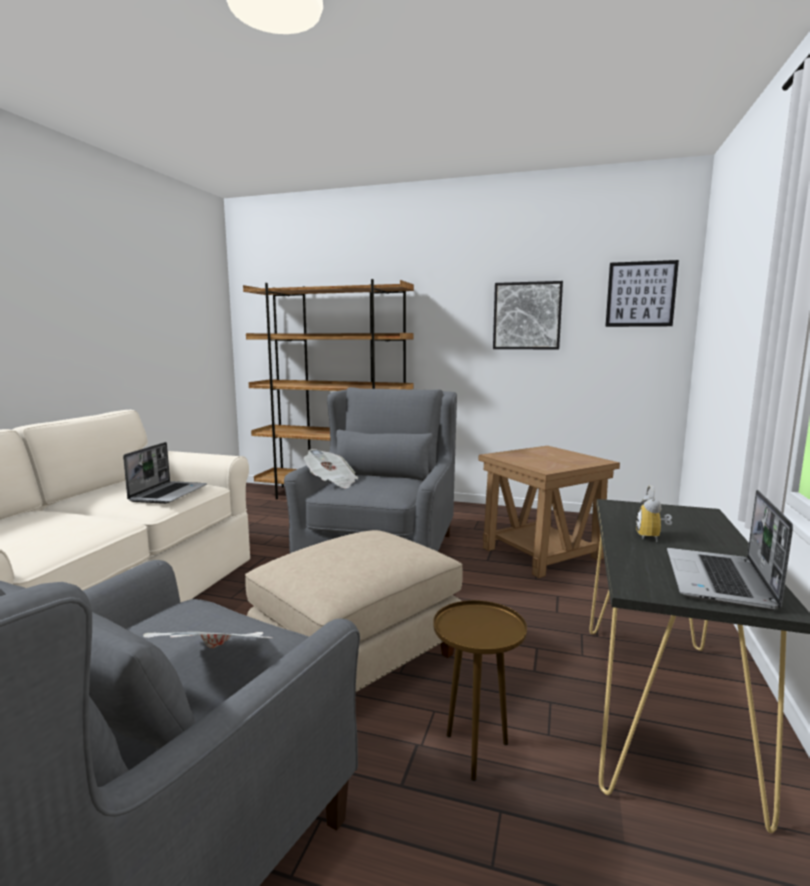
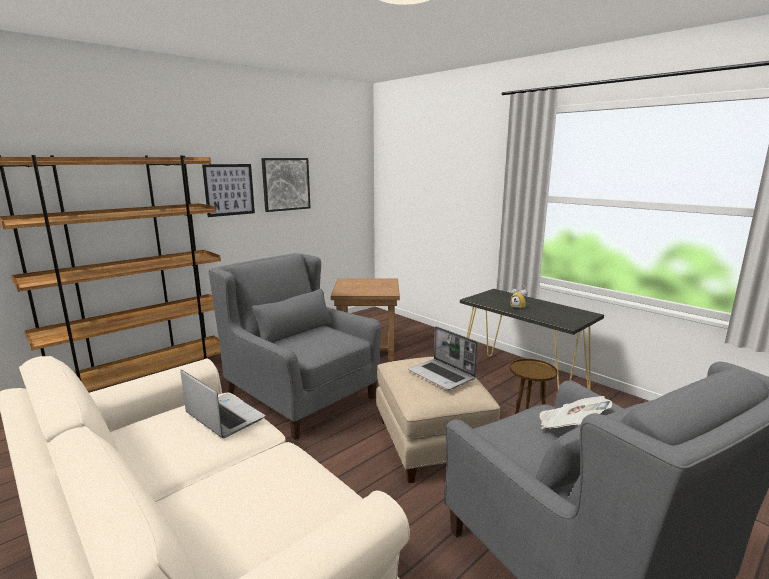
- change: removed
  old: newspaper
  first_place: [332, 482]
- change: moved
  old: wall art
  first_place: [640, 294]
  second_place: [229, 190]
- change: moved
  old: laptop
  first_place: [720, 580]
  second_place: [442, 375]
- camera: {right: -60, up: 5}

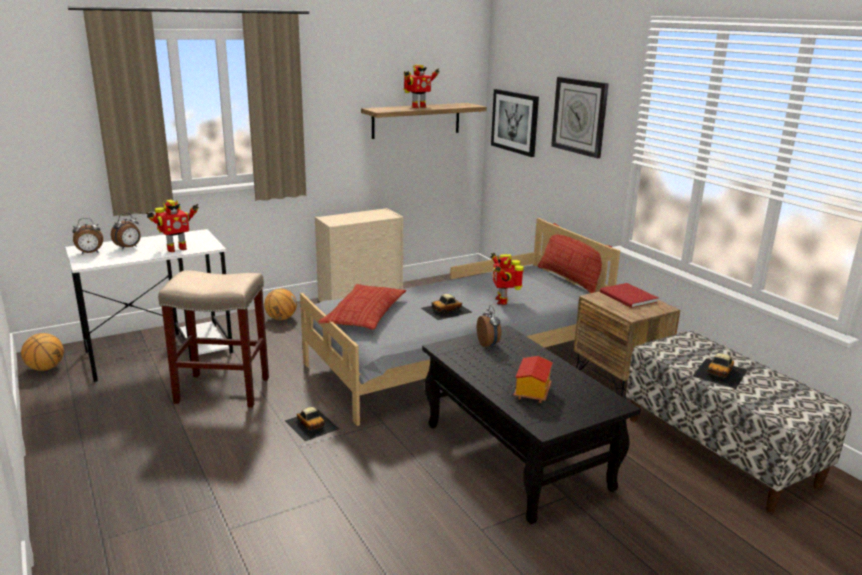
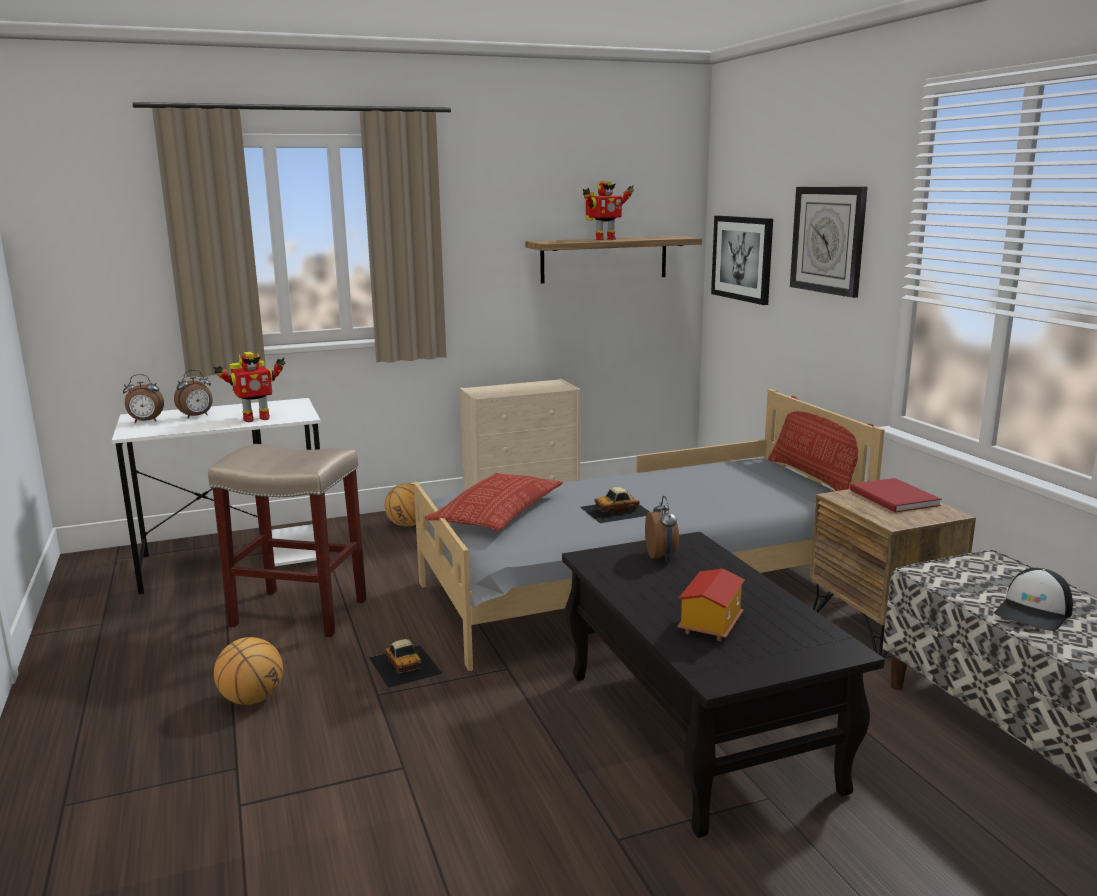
- change: removed
  old: robot figure
  first_place: [503, 301]
- change: moved
  old: ball for basketball
  first_place: [45, 368]
  second_place: [251, 699]
- change: replaced
  old: toy car
  new: cap
  first_place: [720, 373]
  second_place: [1034, 612]
- camera: {right: 10, up: -5}

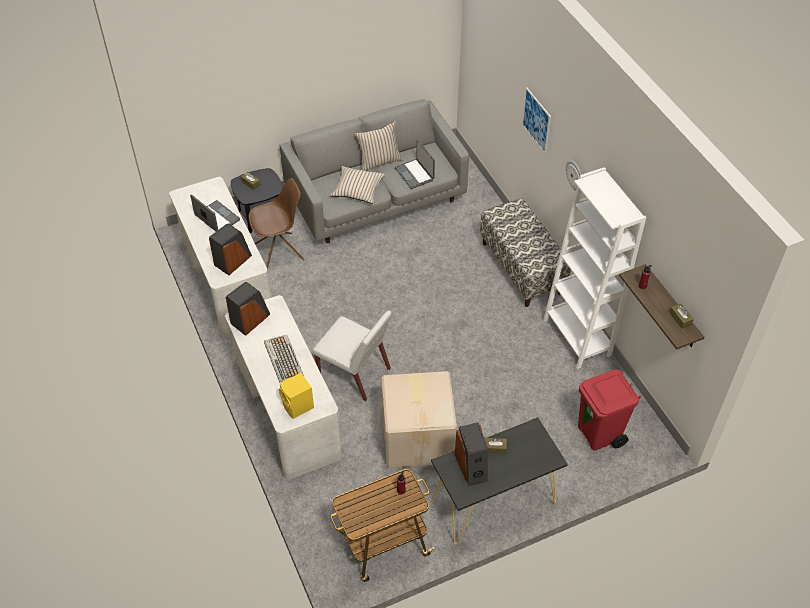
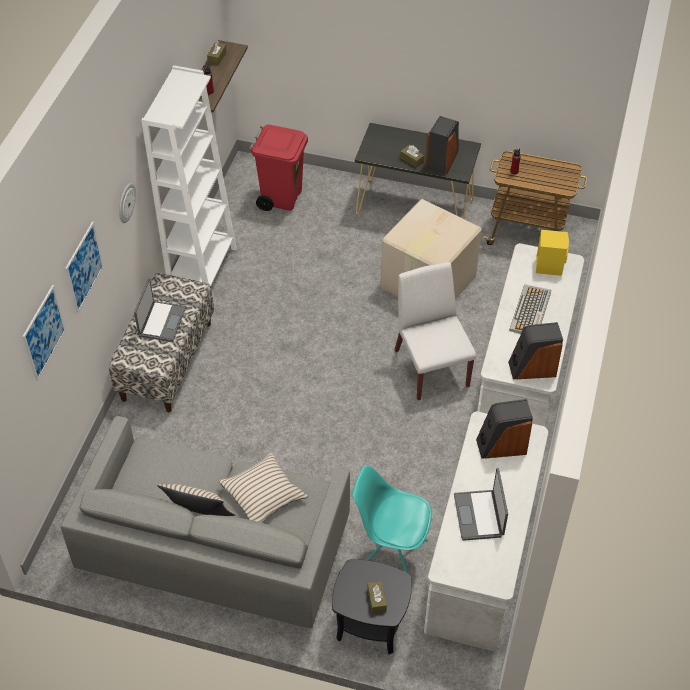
- change: added
  new: wall art
  second_place: [44, 333]
- change: moved
  old: laptop
  first_place: [415, 174]
  second_place: [161, 322]
- change: recoloured
  old: plain chair (brown)
  new: plain chair (turquoise)
  first_place: [280, 251]
  second_place: [390, 555]
- camera: {right: -140, up: 0}

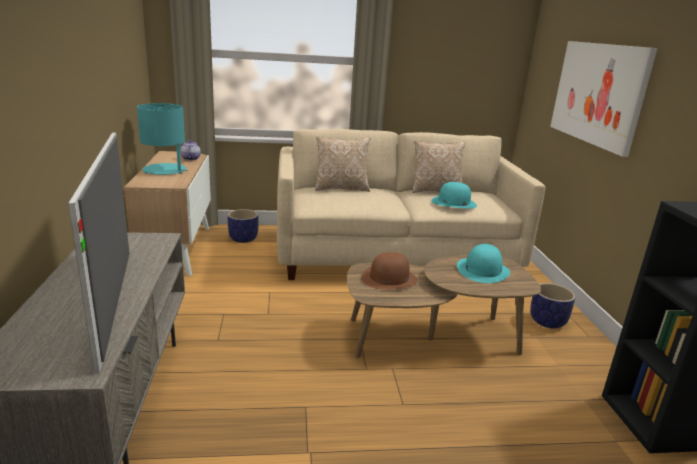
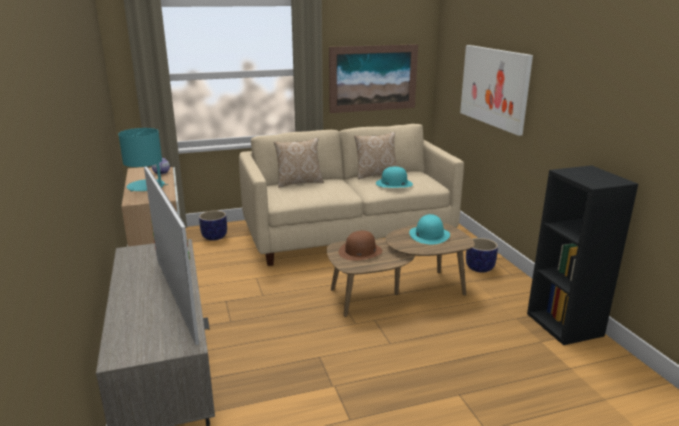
- change: added
  new: wall art
  second_place: [373, 78]
- camera: {right: -10, up: 0}

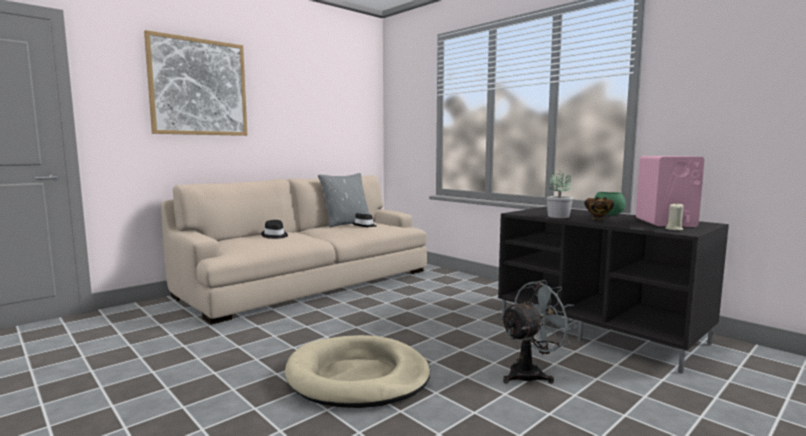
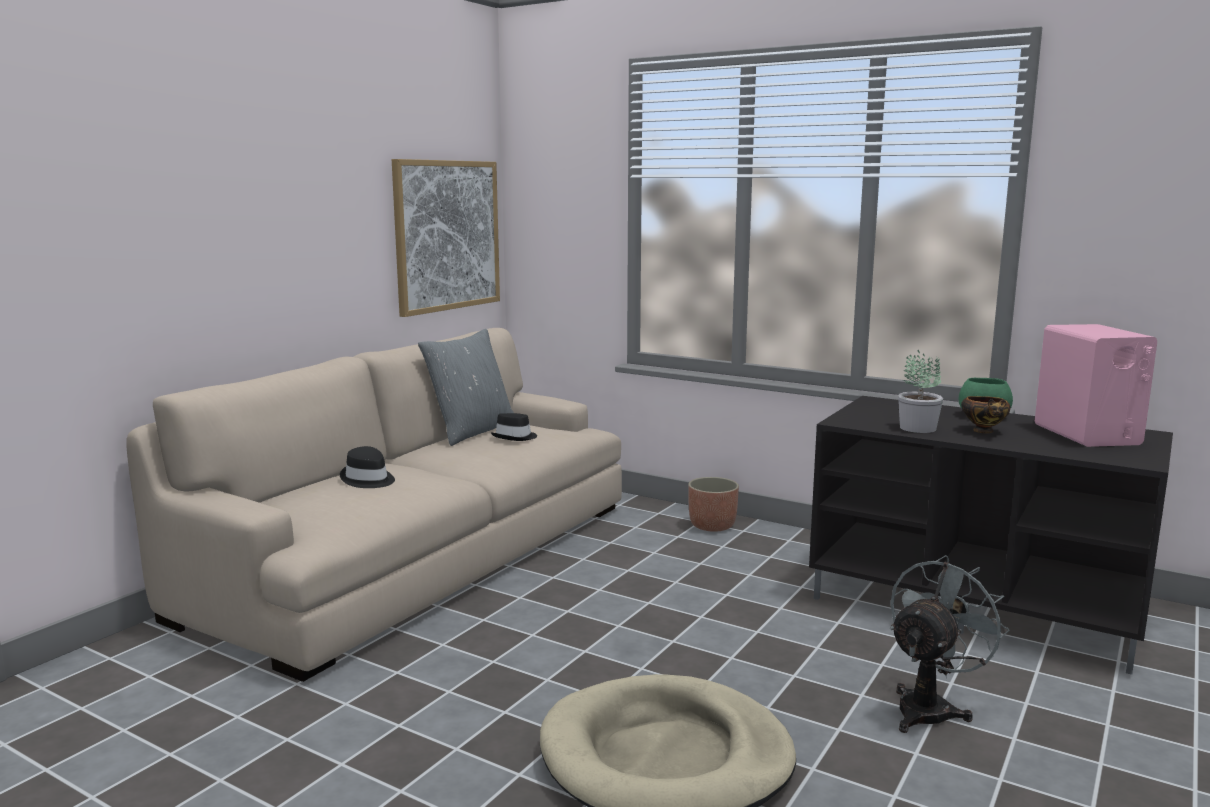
- change: removed
  old: wax light (beige)
  first_place: [674, 229]
- change: added
  new: planter
  second_place: [712, 526]
- change: moved
  old: wall art
  first_place: [198, 87]
  second_place: [447, 235]
- camera: {right: -15, up: 5}

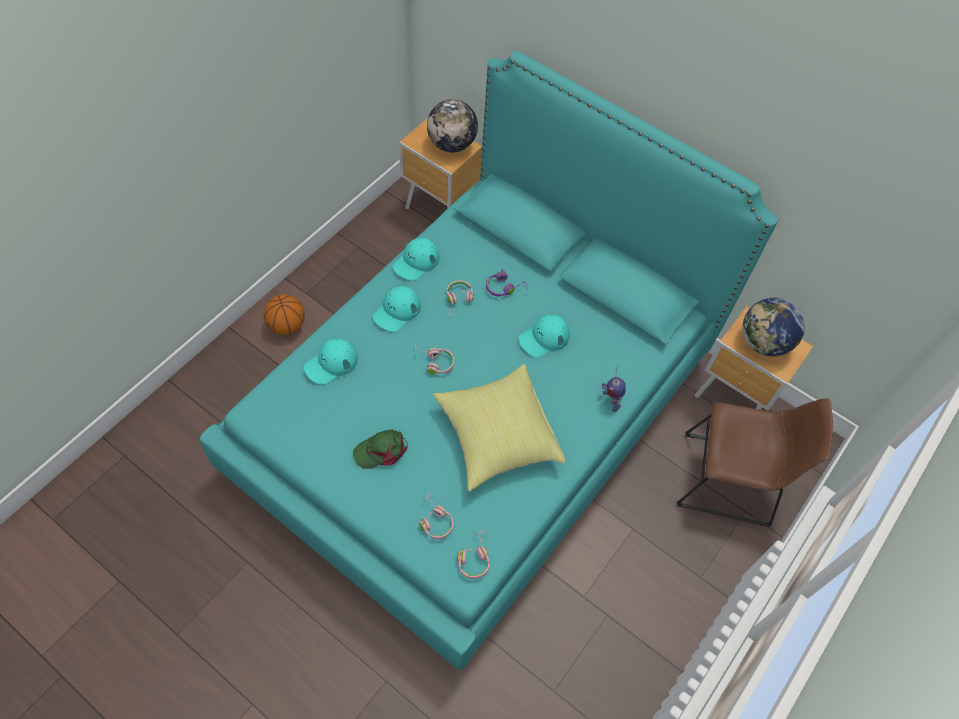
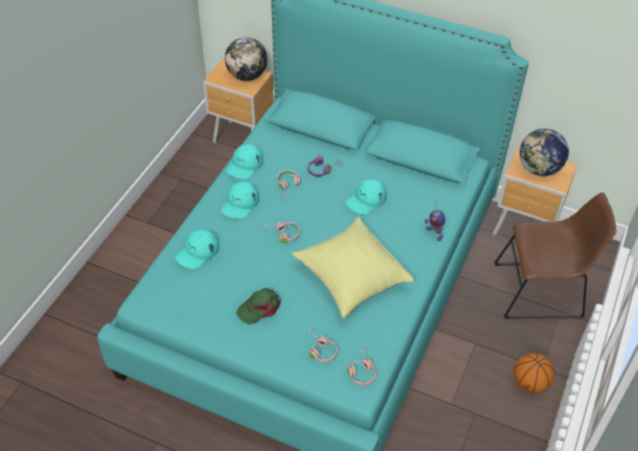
- change: moved
  old: ball for basketball
  first_place: [287, 326]
  second_place: [530, 383]
- camera: {right: -10, up: -10}

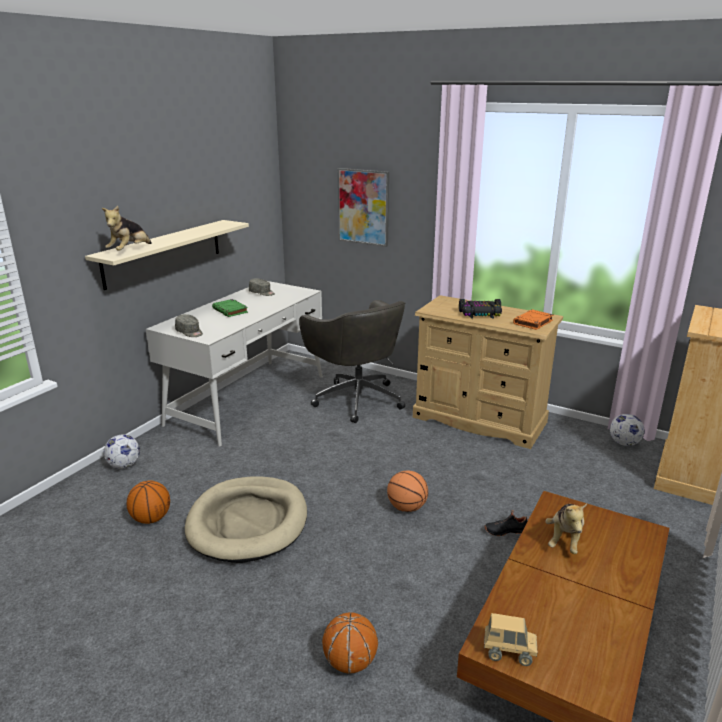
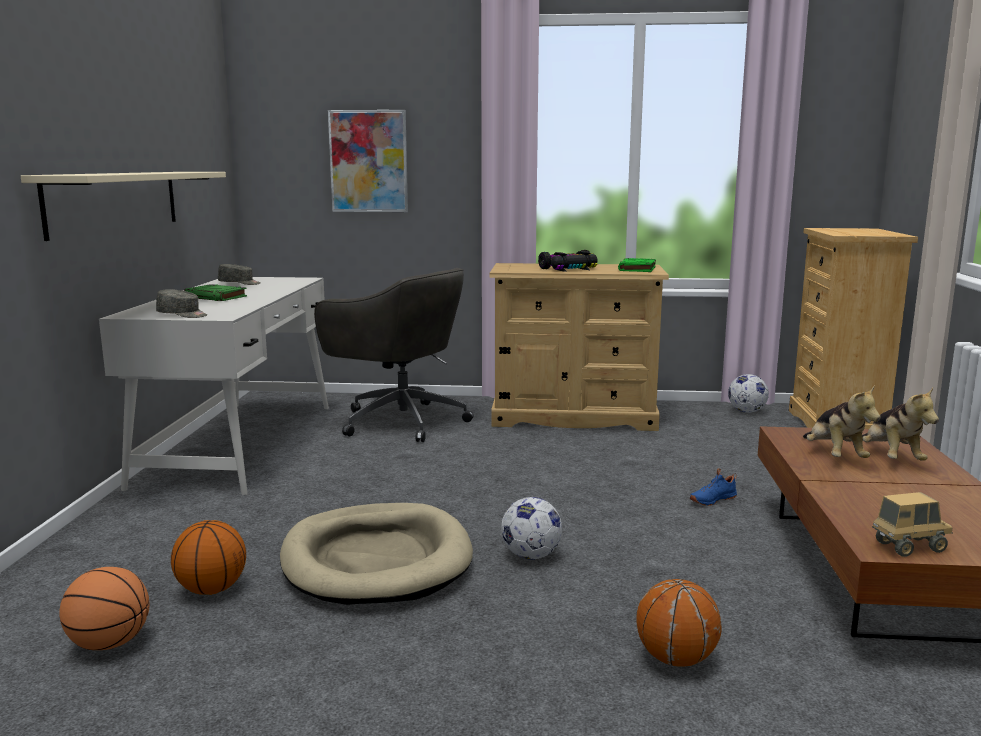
- change: moved
  old: plush toy
  first_place: [130, 251]
  second_place: [891, 458]
- change: moved
  old: ball for football
  first_place: [124, 465]
  second_place: [531, 555]
- change: moved
  old: ball for basketball
  first_place: [407, 507]
  second_place: [109, 644]
- change: recoloured
  old: low shoe (black)
  new: low shoe (bluish)
  first_place: [505, 530]
  second_place: [712, 499]
- change: recoloured
  old: volume (orangey)
  new: volume (green-coloured)
  first_place: [533, 322]
  second_place: [637, 269]
- camera: {right: -25, up: -10}

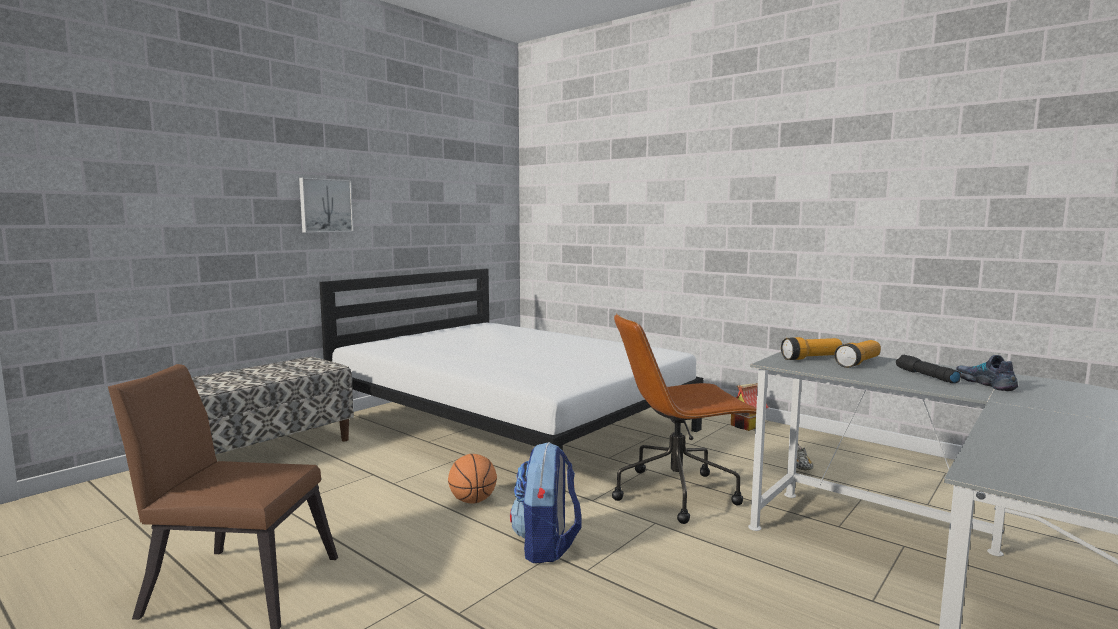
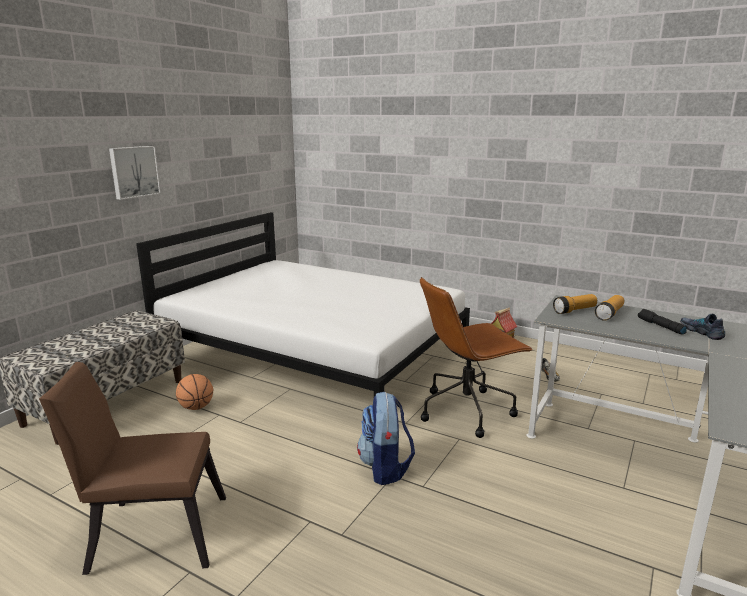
- change: moved
  old: ball for basketball
  first_place: [473, 501]
  second_place: [196, 407]
- camera: {right: -10, up: 10}

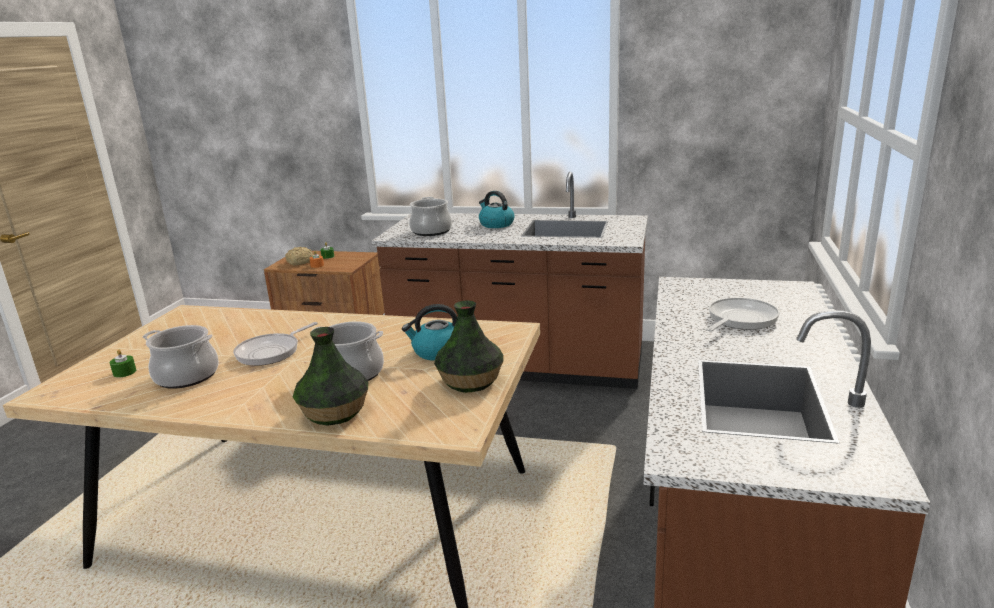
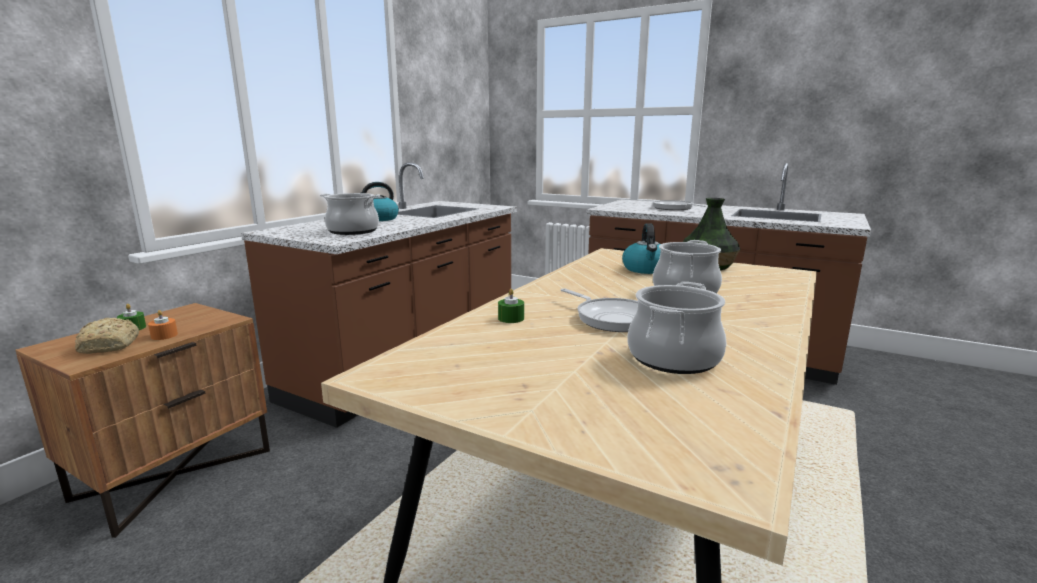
- change: removed
  old: flower vase
  first_place: [334, 413]
- change: moved
  old: wax light (green-coloured)
  first_place: [124, 372]
  second_place: [511, 318]
- camera: {right: -75, up: -5}

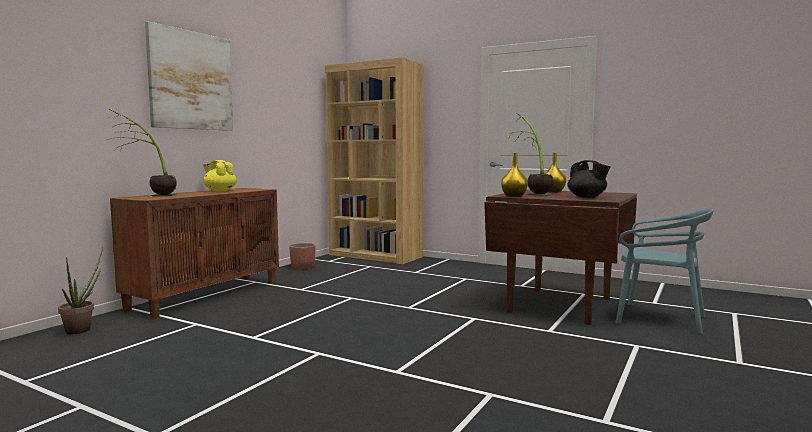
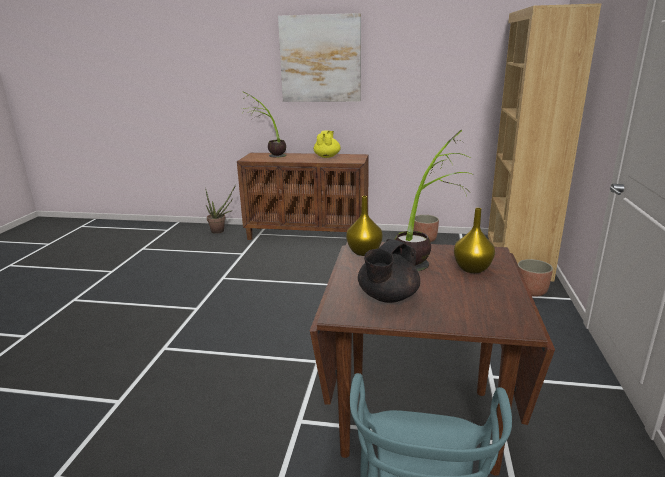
- change: added
  new: planter
  second_place: [531, 291]
- camera: {right: 70, up: 15}

